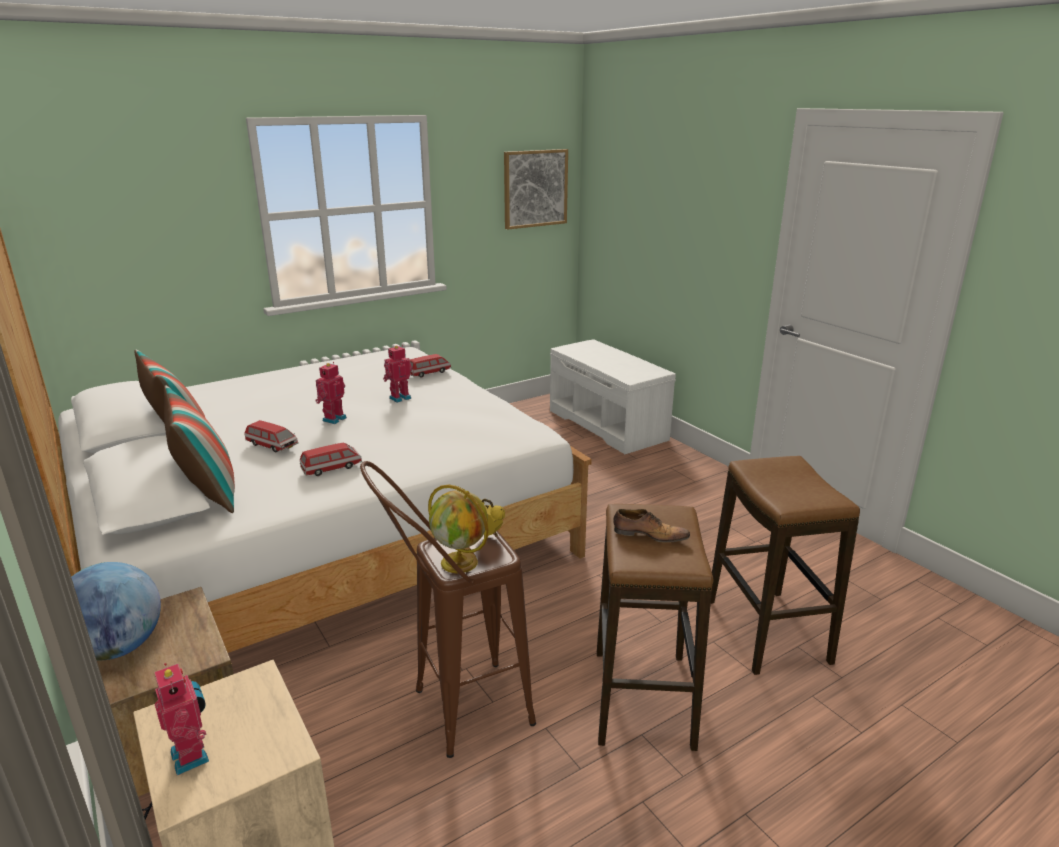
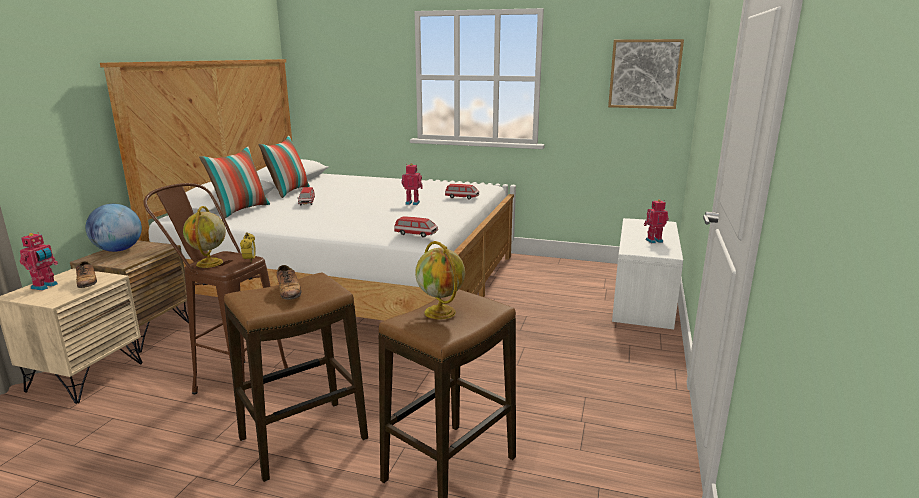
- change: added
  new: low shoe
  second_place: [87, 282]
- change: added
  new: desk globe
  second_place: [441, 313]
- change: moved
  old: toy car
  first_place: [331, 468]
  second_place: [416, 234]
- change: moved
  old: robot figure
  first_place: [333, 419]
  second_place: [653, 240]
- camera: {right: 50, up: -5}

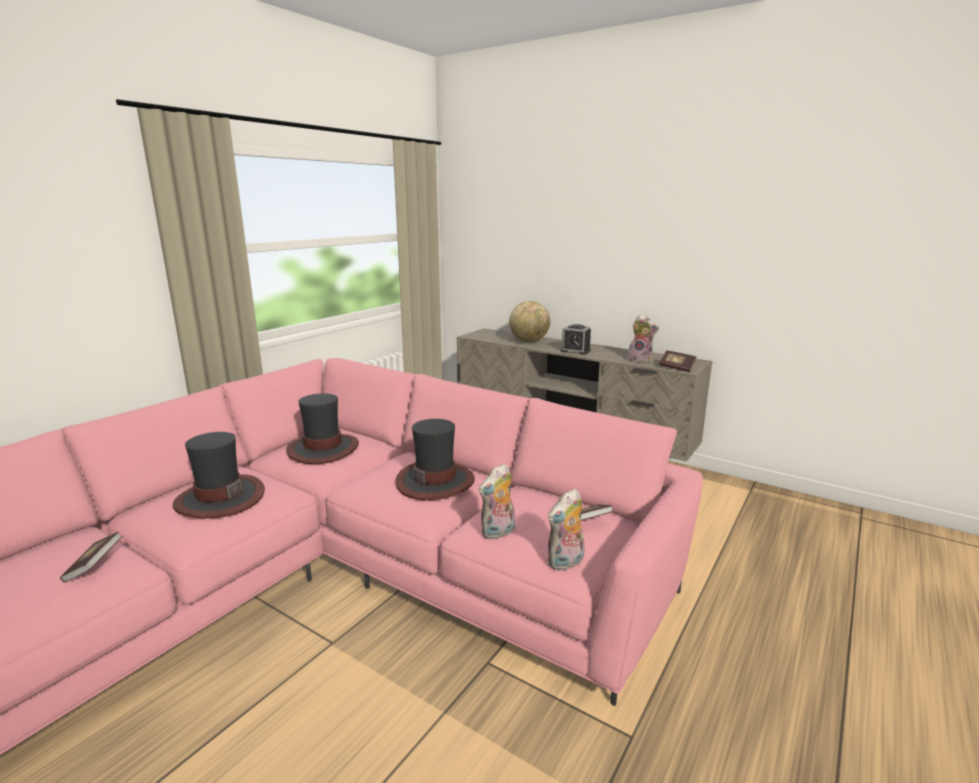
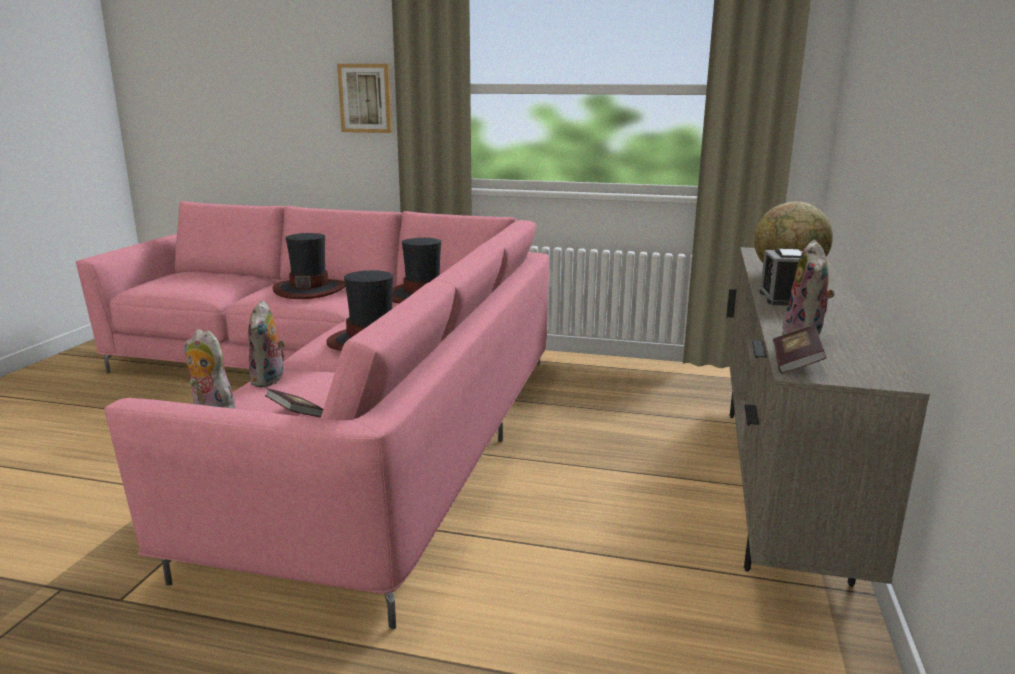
- change: removed
  old: volume
  first_place: [94, 566]
- change: added
  new: wall art
  second_place: [366, 98]
- change: turned
  old: plush toy
  first_place: [498, 533]
  second_place: [269, 380]
  degrees: -120
- camera: {right: 70, up: 0}

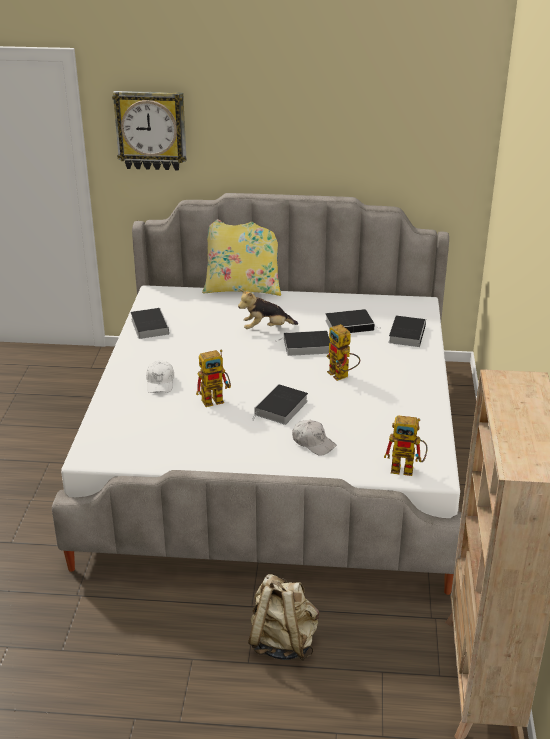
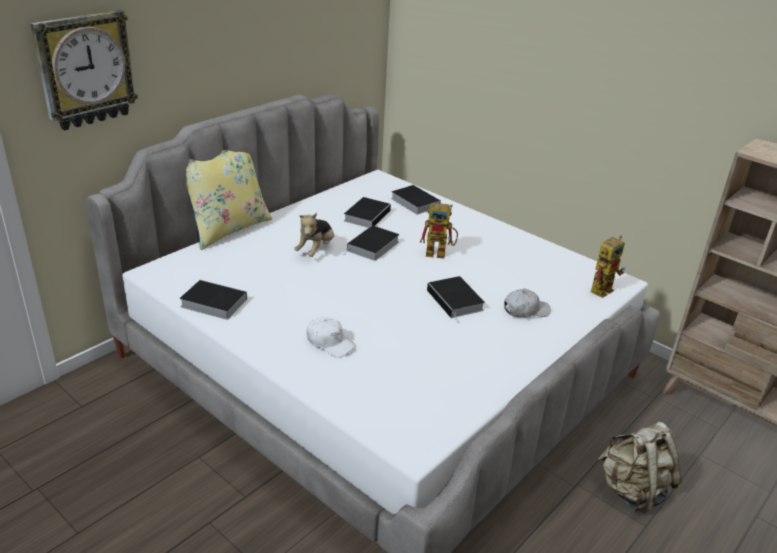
- change: removed
  old: robot figure
  first_place: [216, 399]
- camera: {right: -55, up: 0}

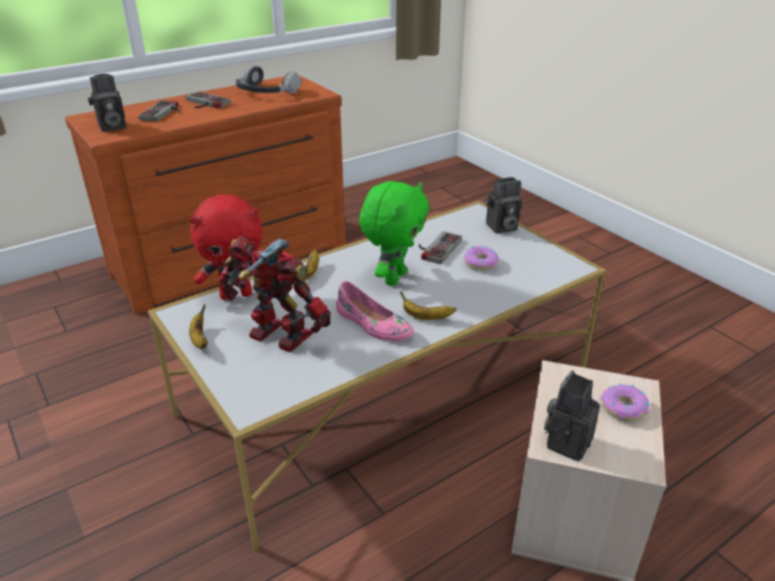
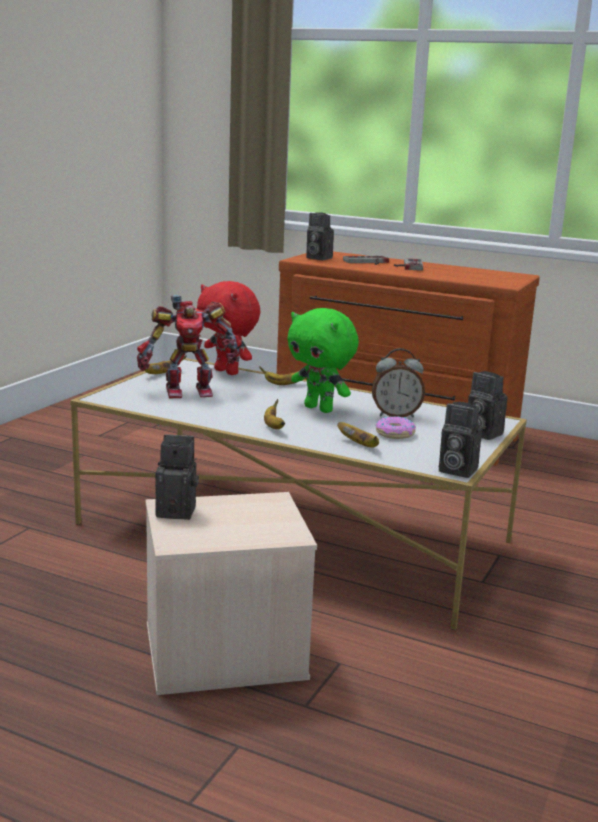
- change: removed
  old: headphones
  first_place: [266, 92]
- change: removed
  old: low shoe (pink-coloured)
  first_place: [373, 325]
- change: removed
  old: donut
  first_place: [624, 408]
- change: added
  new: whole banana
  second_place: [360, 445]
- change: added
  new: photo camera
  second_place: [455, 470]
- change: replaced
  old: joypad
  new: alarm clock
  first_place: [435, 248]
  second_place: [396, 415]
- change: turned
  old: robot figure
  first_place: [278, 338]
  second_place: [188, 391]
  degrees: 75
- change: turned
  old: plush toy (green-coloured)
  first_place: [393, 278]
  second_place: [320, 409]
  degrees: 45
- camera: {right: 60, up: -15}

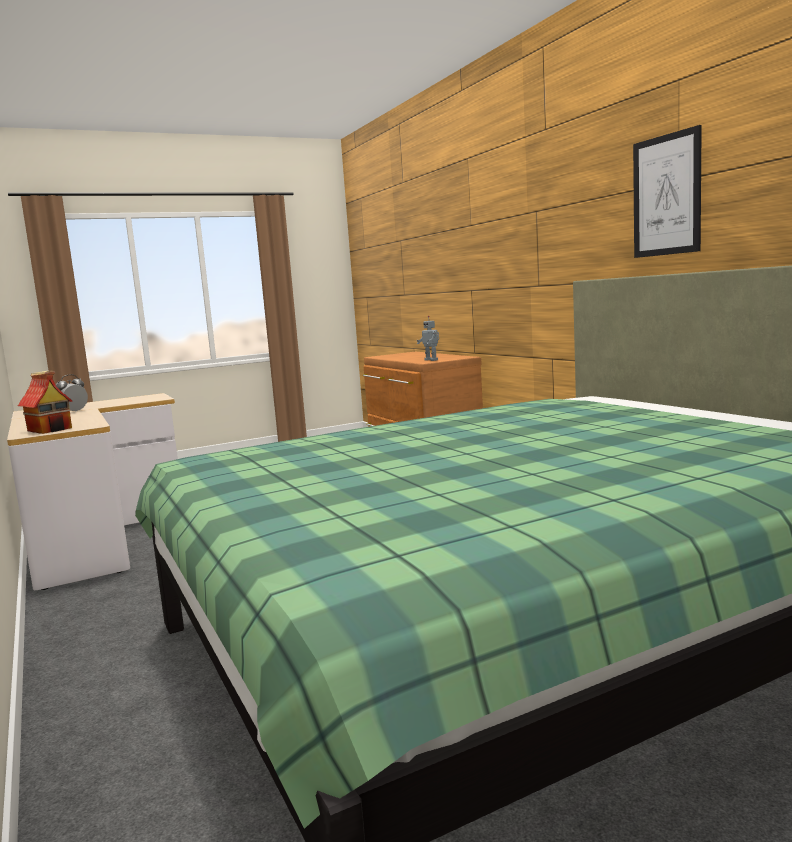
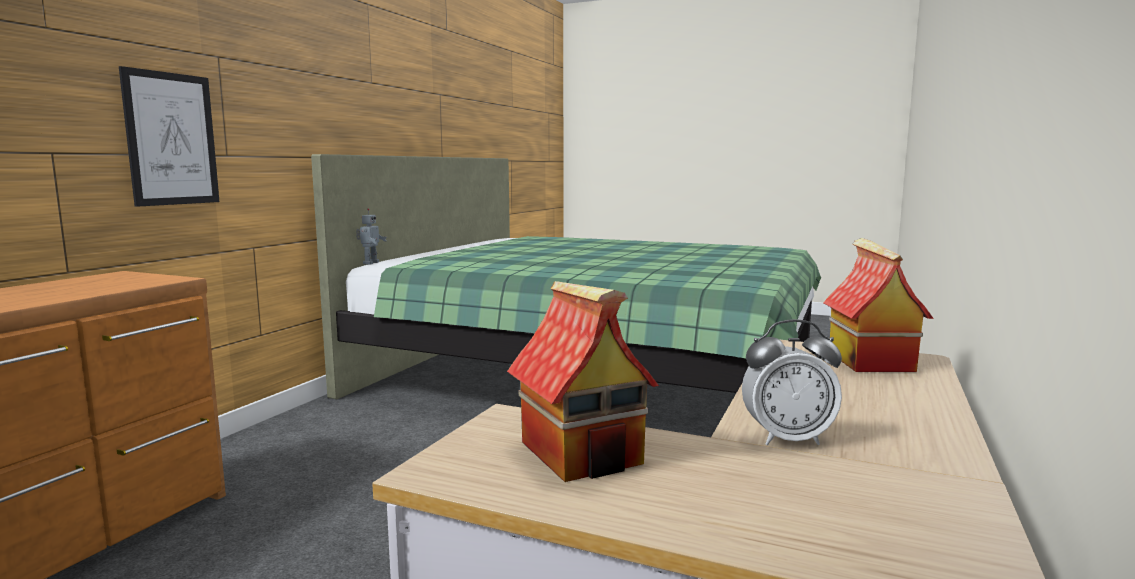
- change: added
  new: model house
  second_place: [583, 453]
- change: moved
  old: robot figure
  first_place: [432, 360]
  second_place: [370, 263]
- change: moved
  old: wall art
  first_place: [666, 195]
  second_place: [171, 139]
- camera: {right: -130, up: 0}

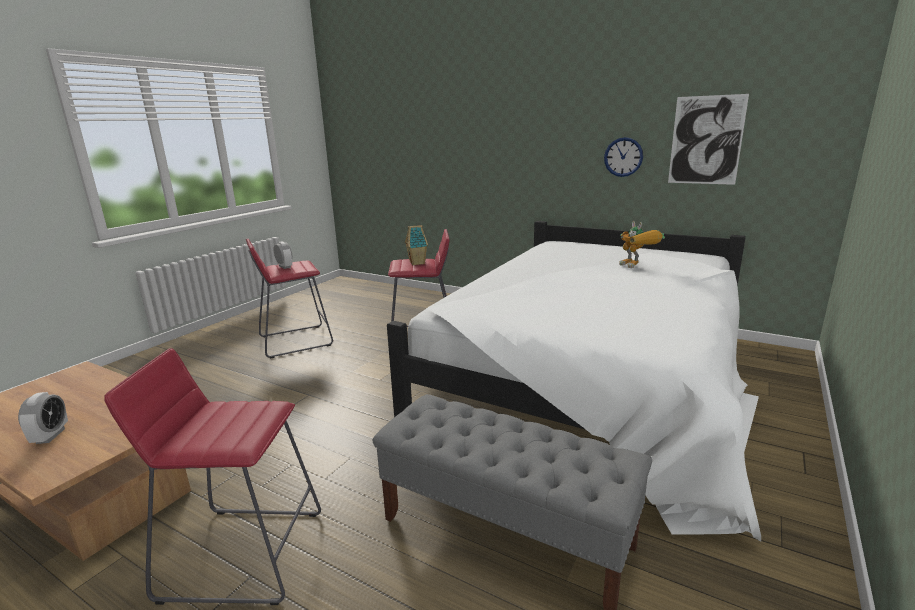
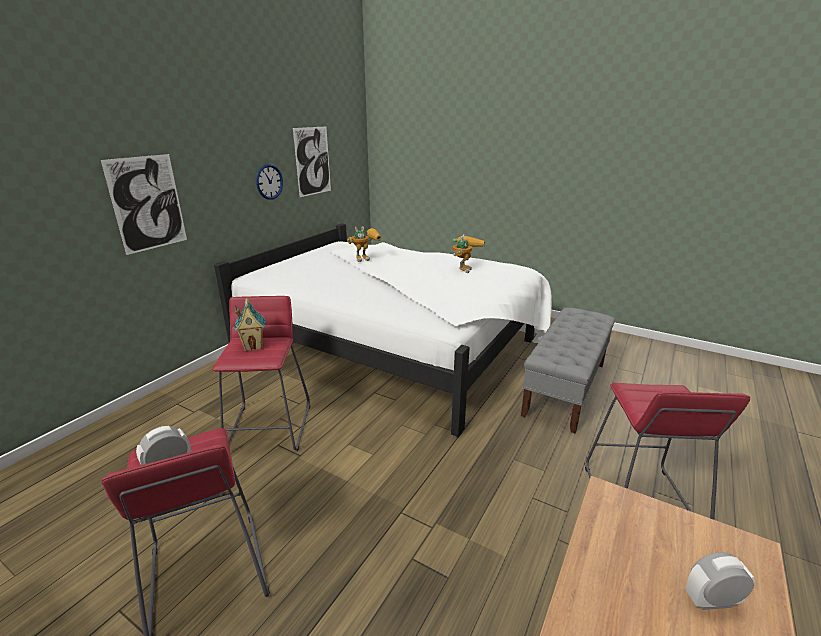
- change: added
  new: wall art
  second_place: [147, 203]
- change: added
  new: robot figure
  second_place: [464, 268]
- camera: {right: -90, up: 5}

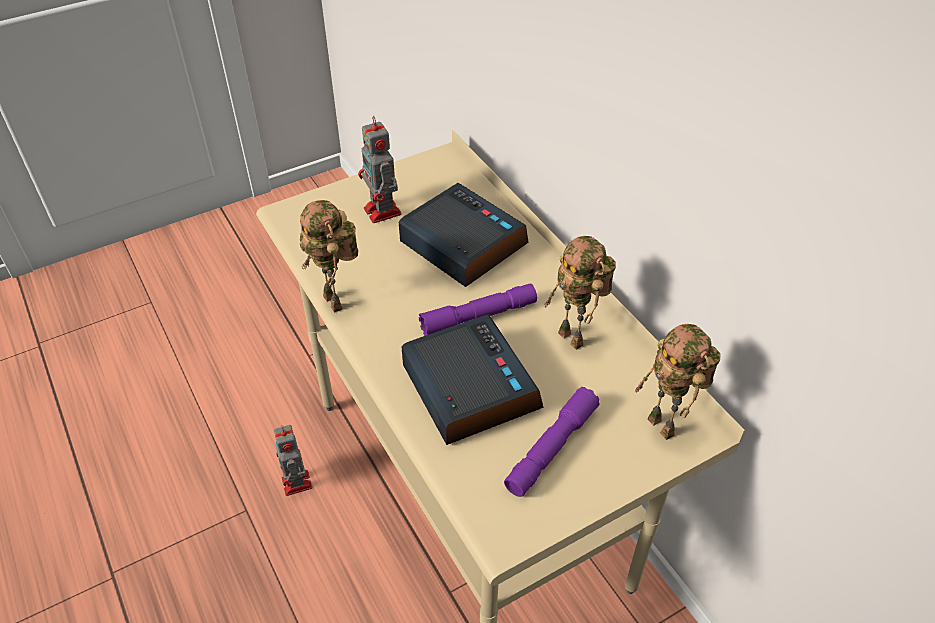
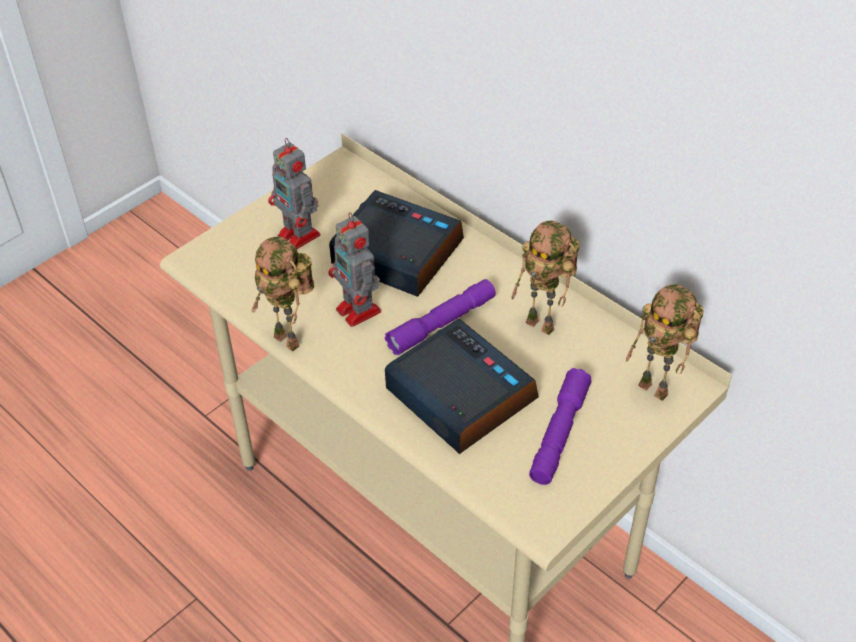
- change: moved
  old: robot figure
  first_place: [297, 484]
  second_place: [359, 312]
- camera: {right: -15, up: 0}

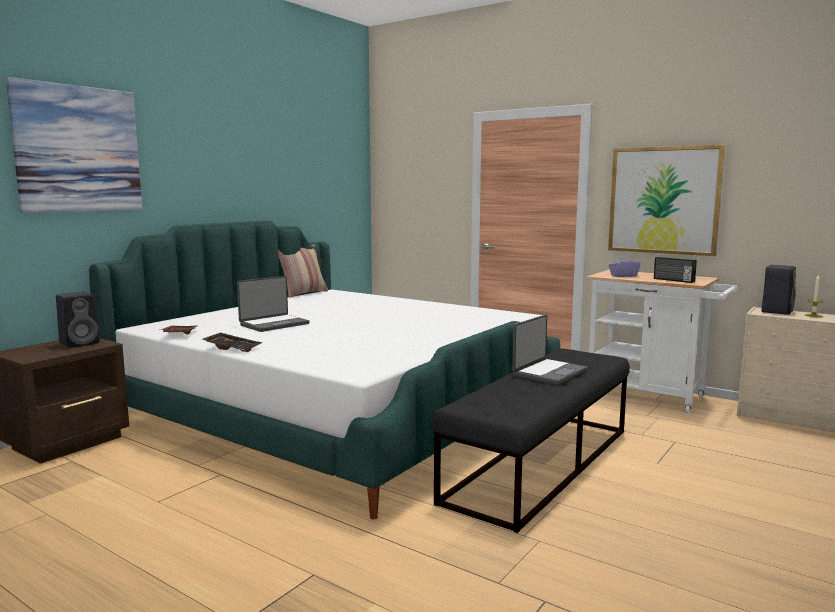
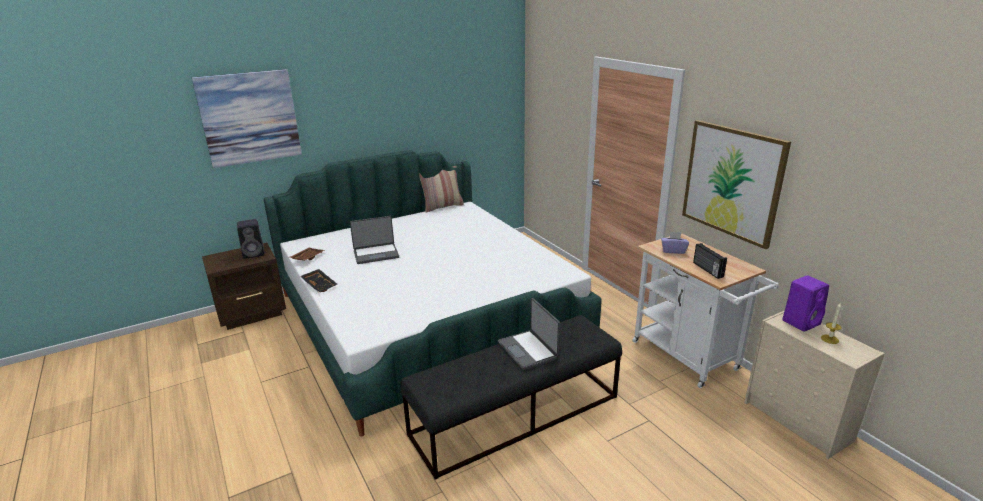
- change: recoloured
  old: audio speaker (black)
  new: audio speaker (purplish)
  first_place: [776, 311]
  second_place: [801, 322]
- change: turned
  old: laptop
  first_place: [548, 372]
  second_place: [528, 350]
  degrees: 90
- camera: {right: 25, up: 15}

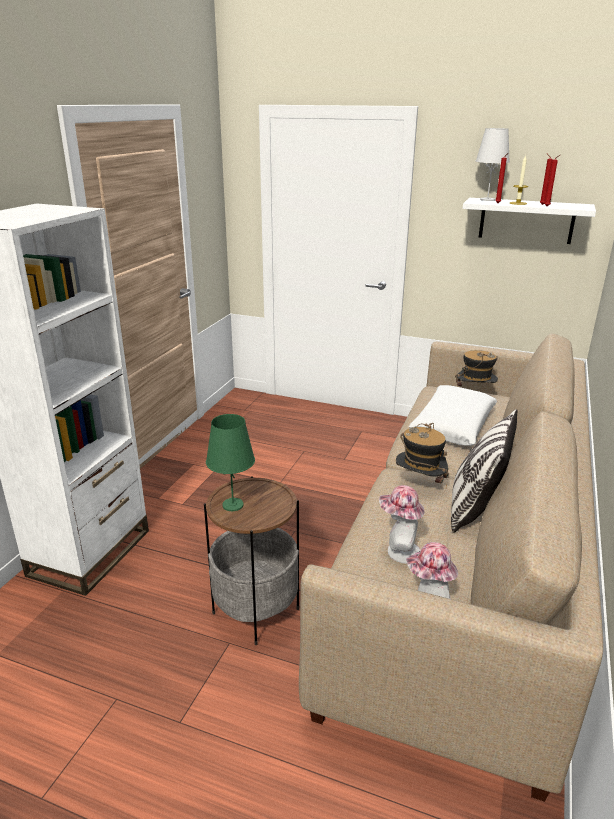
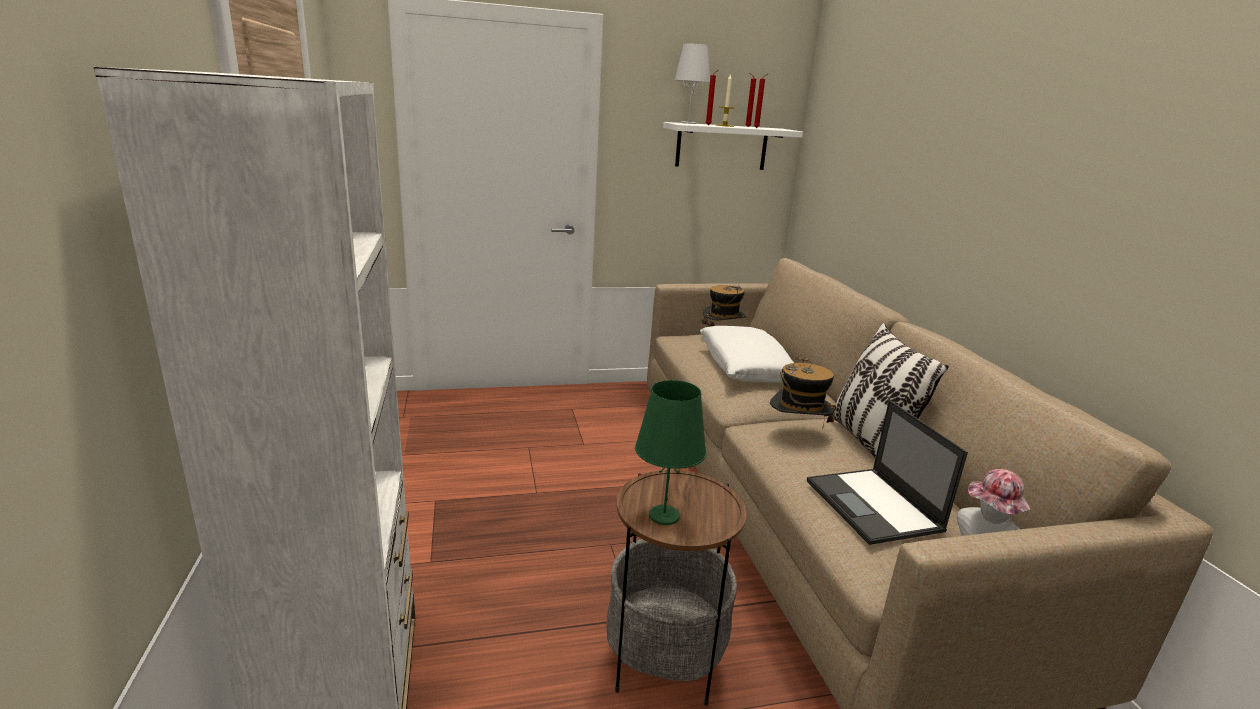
- change: replaced
  old: clothing hat
  new: laptop
  first_place: [399, 551]
  second_place: [874, 506]
- camera: {right: -35, up: -5}

